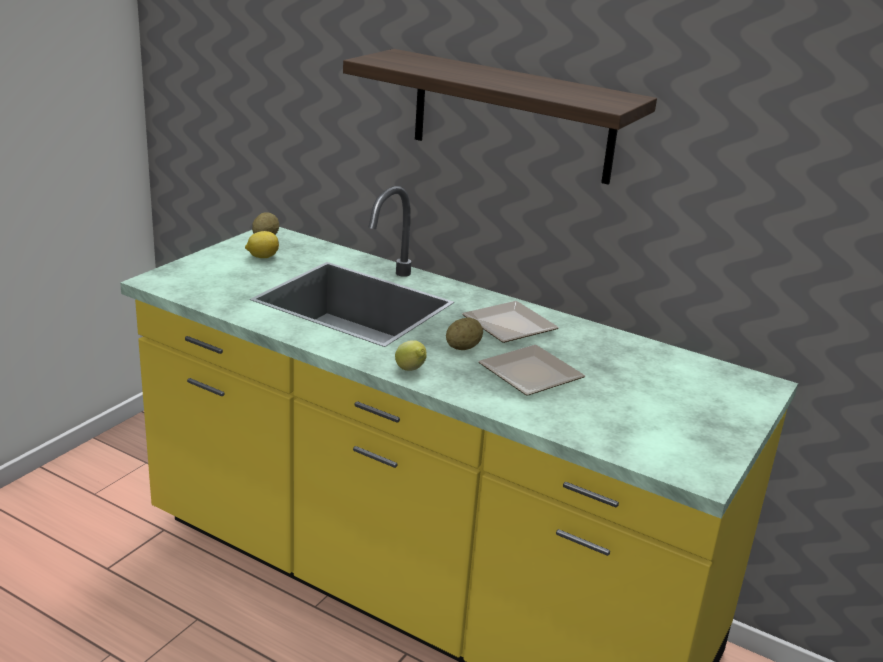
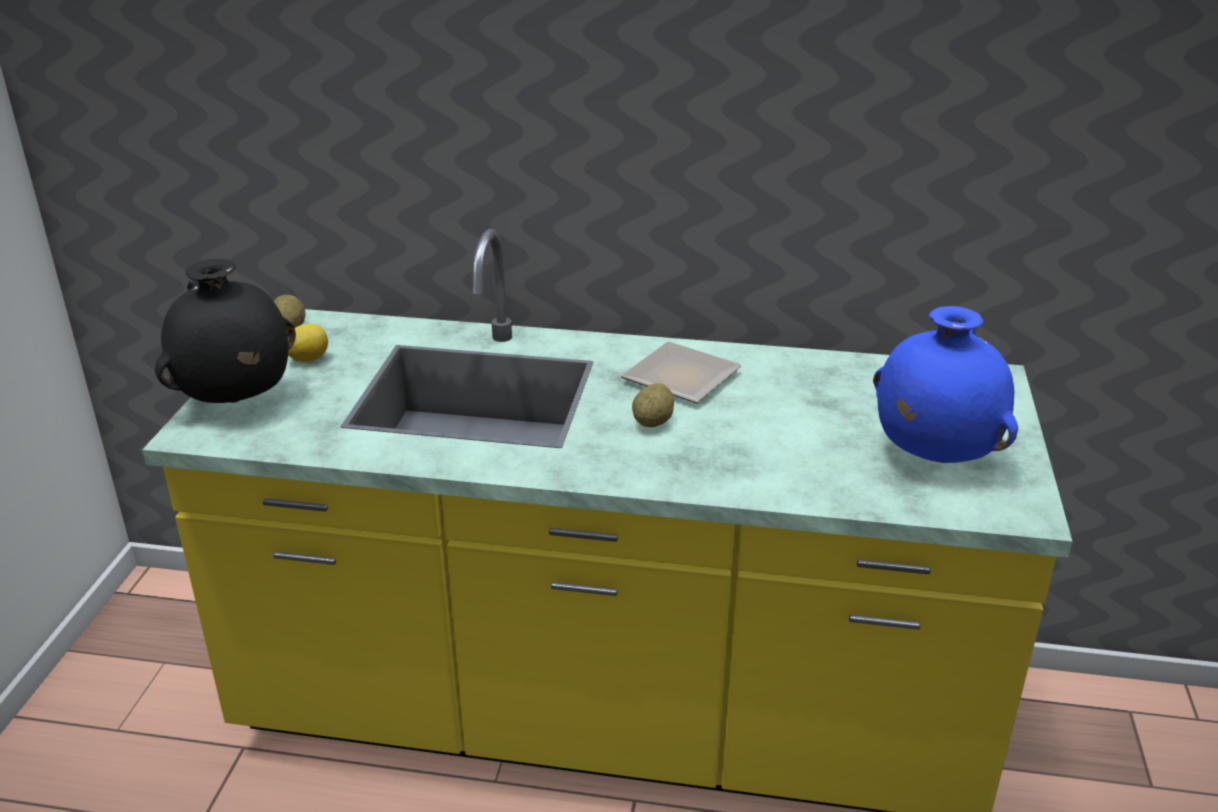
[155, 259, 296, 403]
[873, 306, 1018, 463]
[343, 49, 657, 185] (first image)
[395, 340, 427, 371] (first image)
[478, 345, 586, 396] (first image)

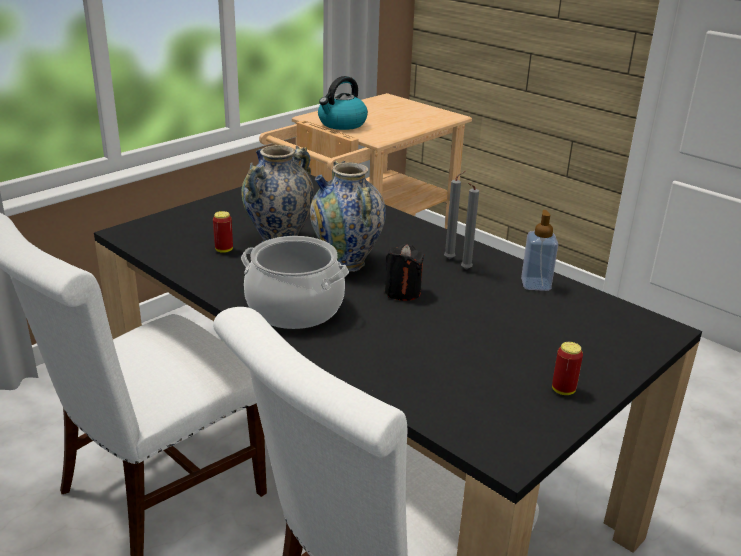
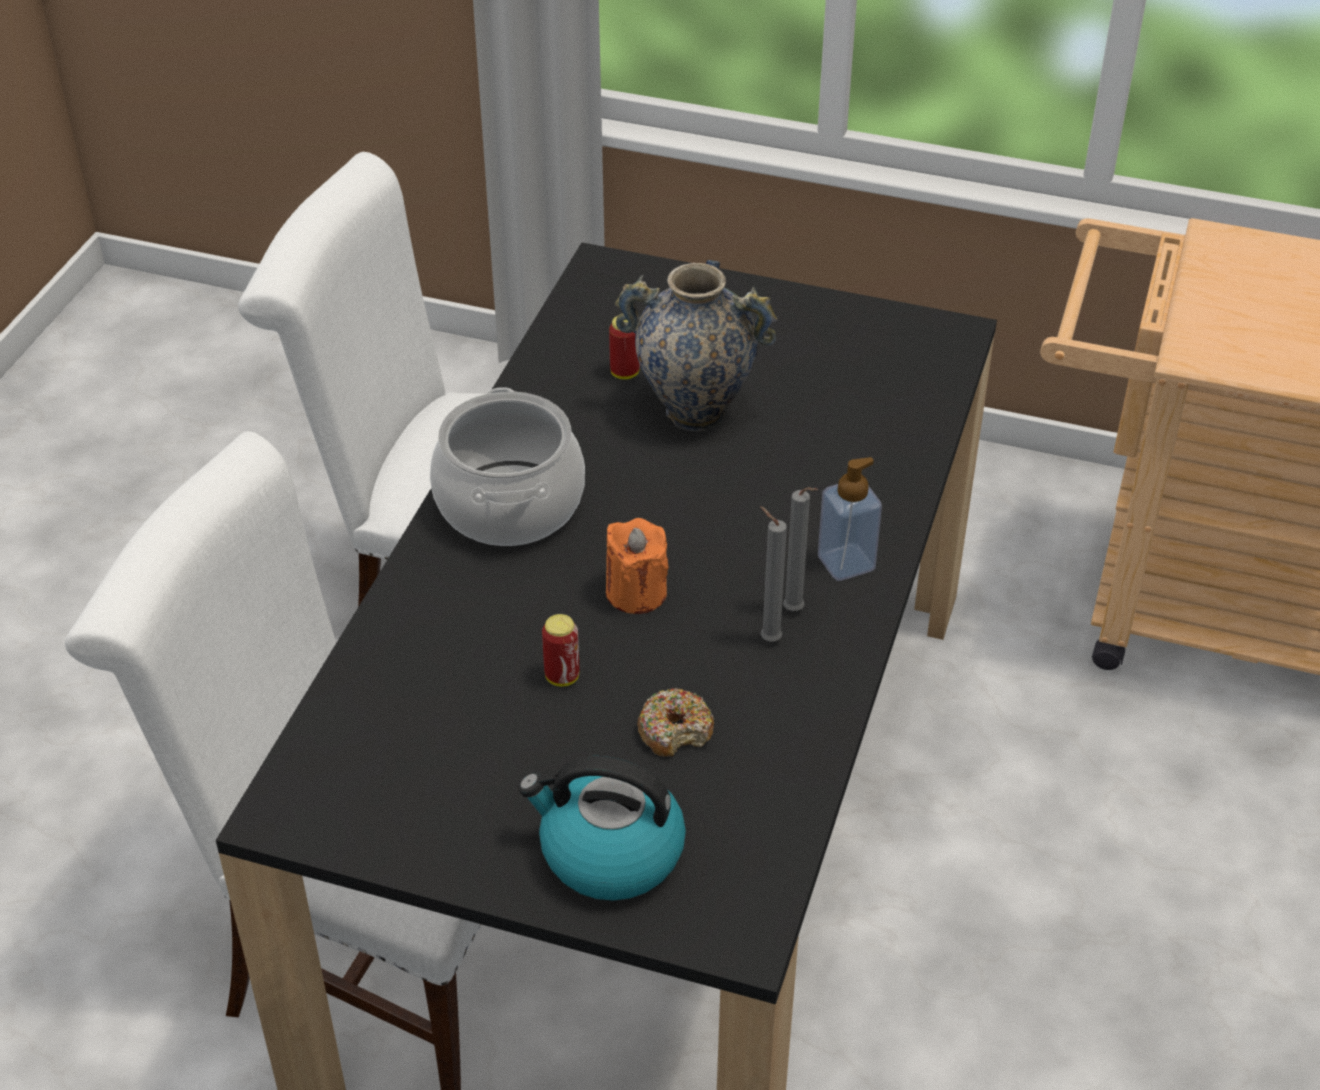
[519, 756, 686, 900]
[542, 614, 579, 687]
[606, 518, 669, 614]
[637, 688, 714, 757]
[818, 457, 882, 581]
[310, 161, 386, 272] (first image)

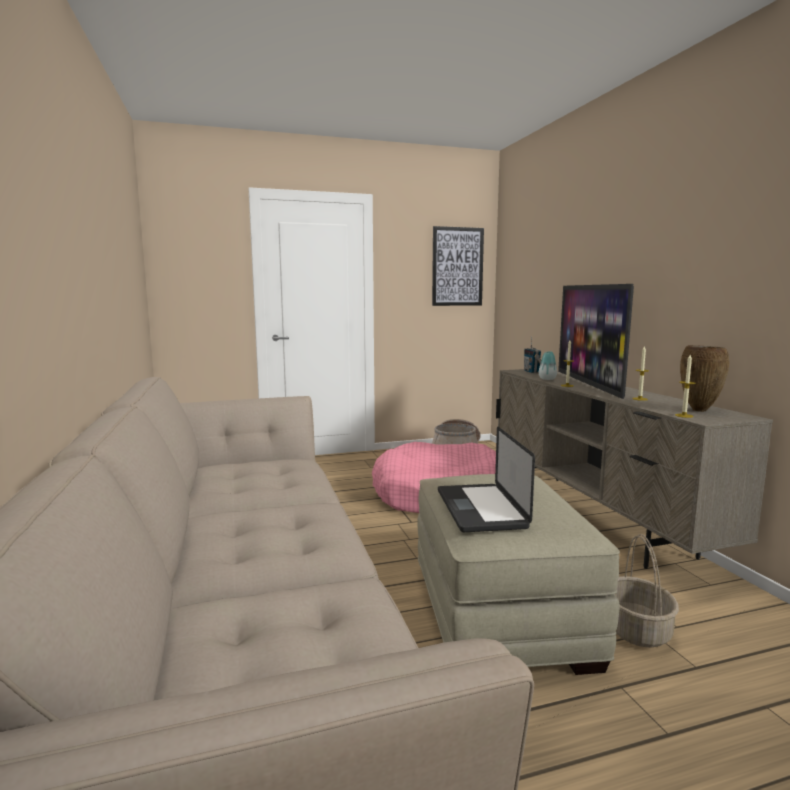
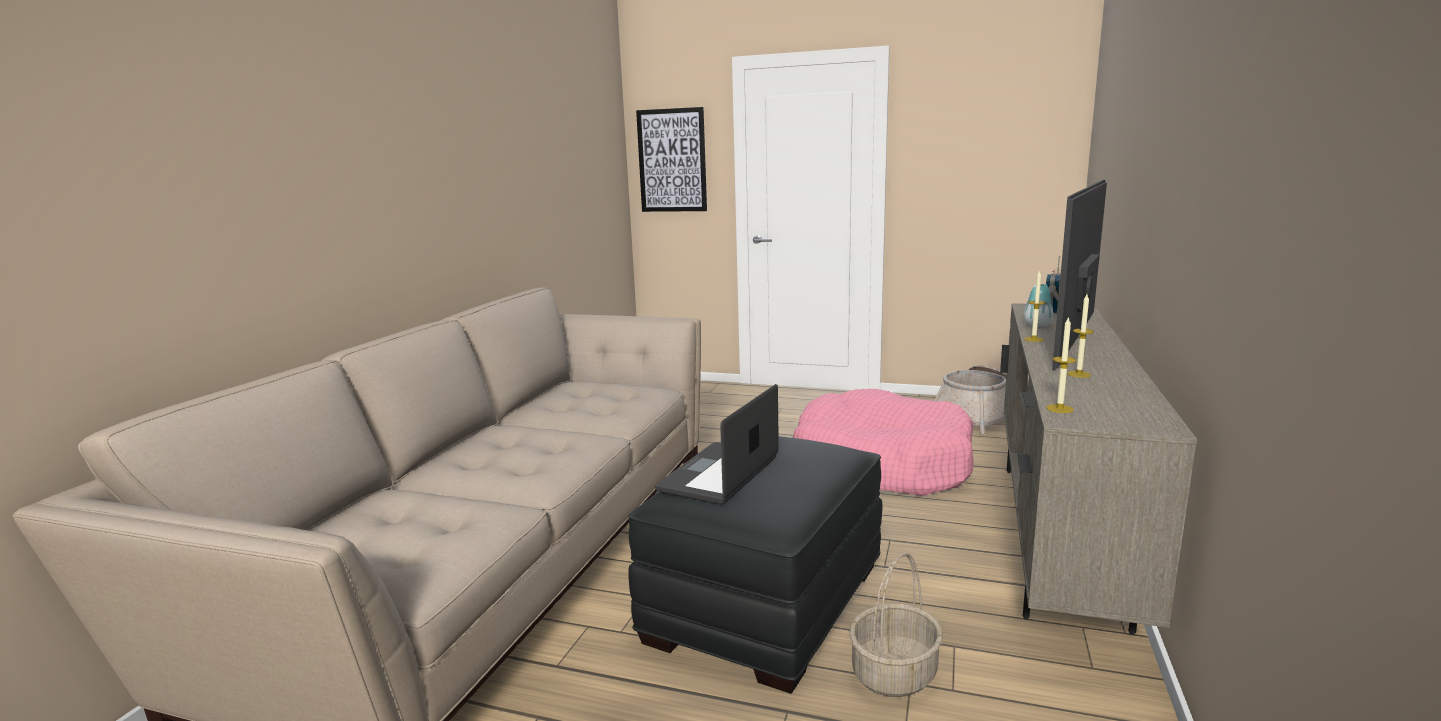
[628, 436, 882, 694]
[636, 107, 707, 212]
[680, 345, 729, 412] (first image)

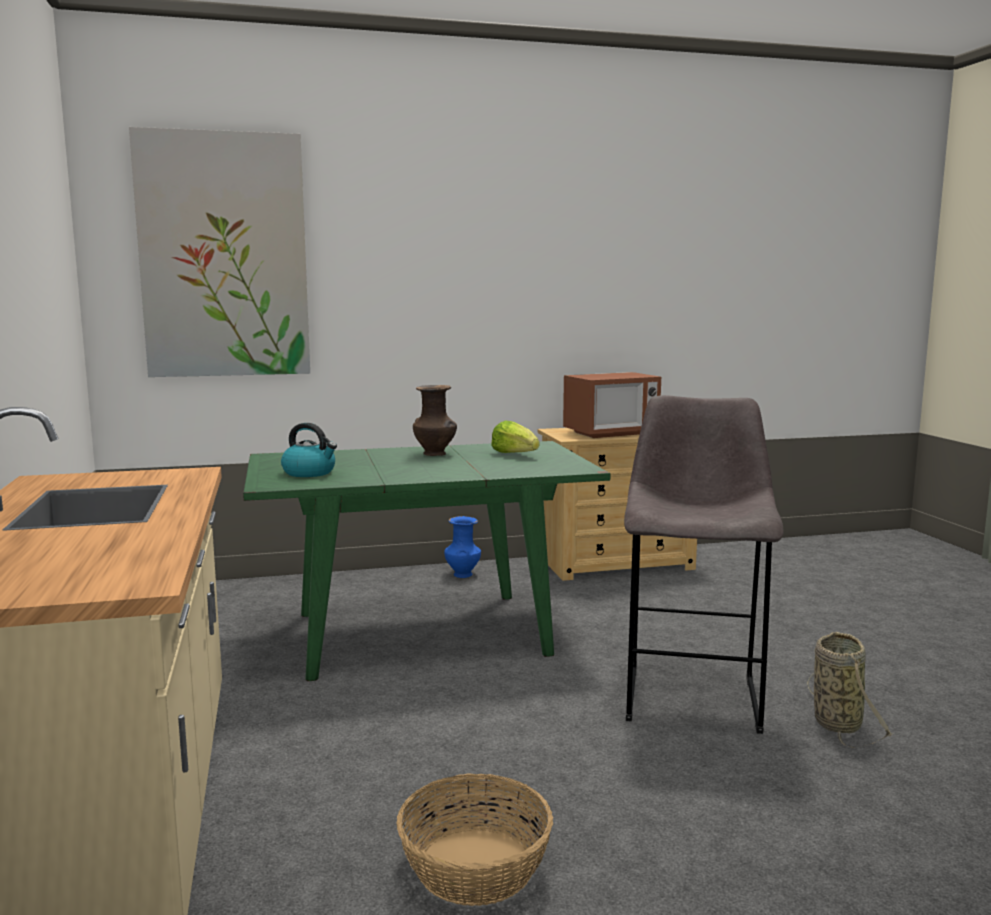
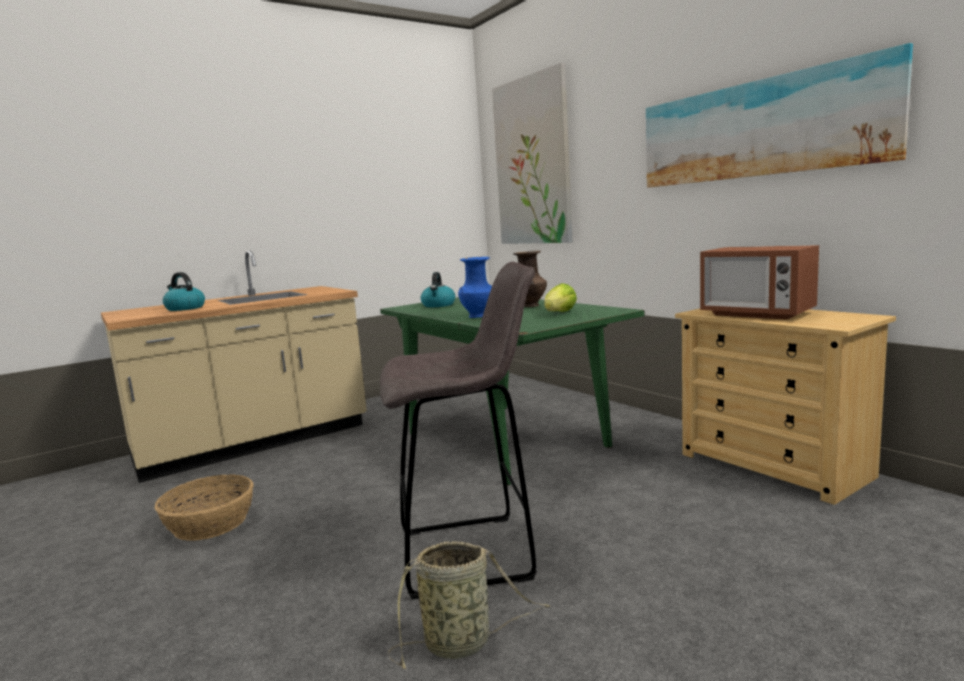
[163, 272, 205, 311]
[458, 257, 492, 318]
[646, 43, 913, 188]

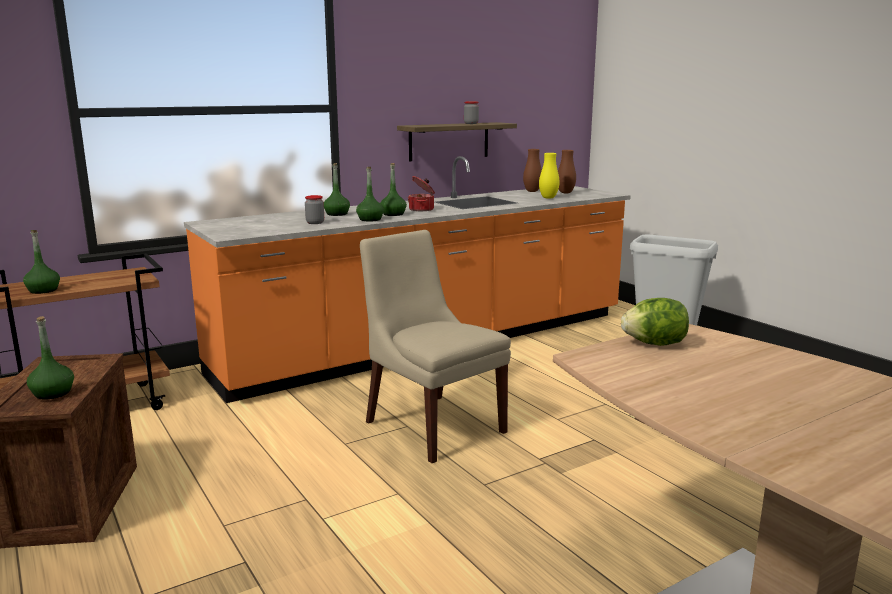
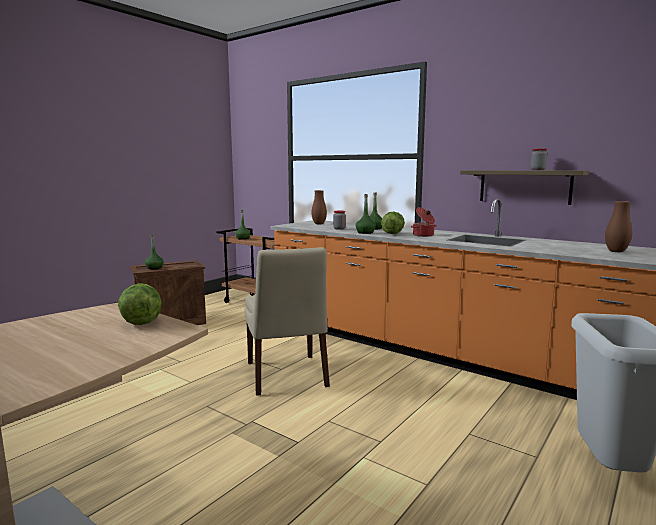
[244, 247, 330, 396]
[311, 190, 327, 224]
[381, 212, 405, 234]
[539, 153, 560, 199] (first image)

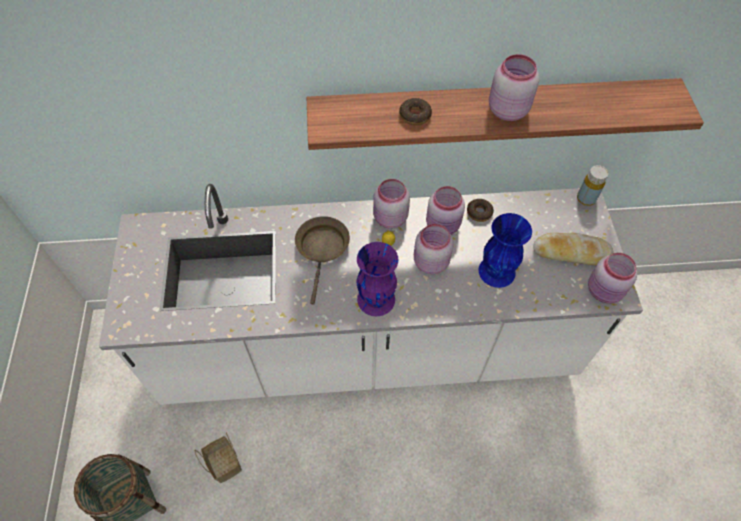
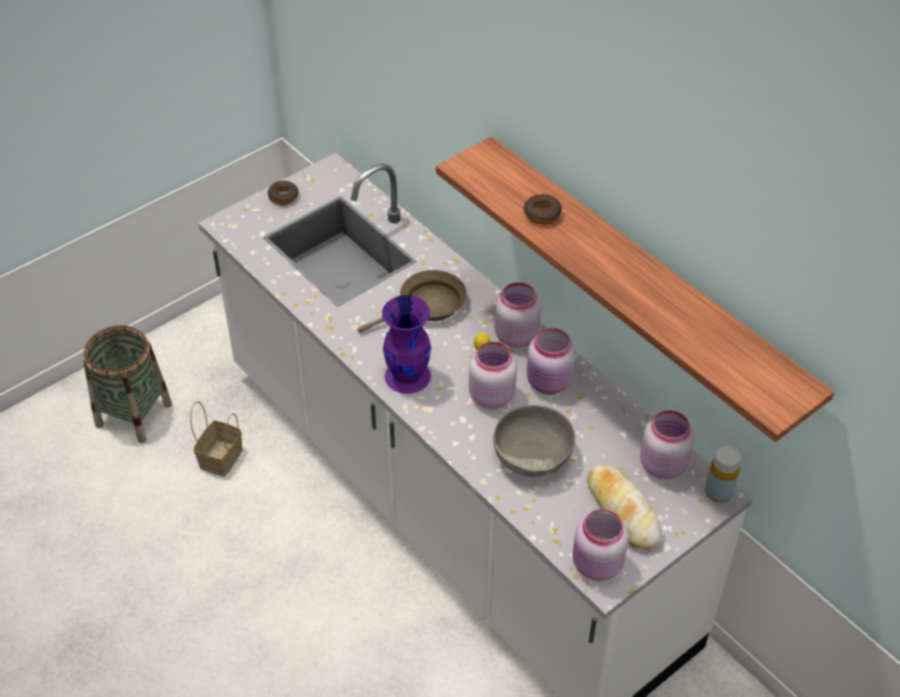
[268, 181, 299, 205]
[493, 405, 575, 477]
[640, 410, 694, 479]

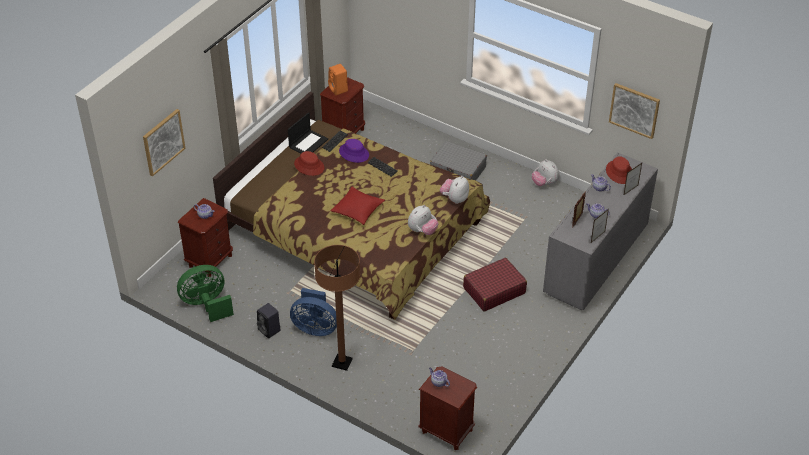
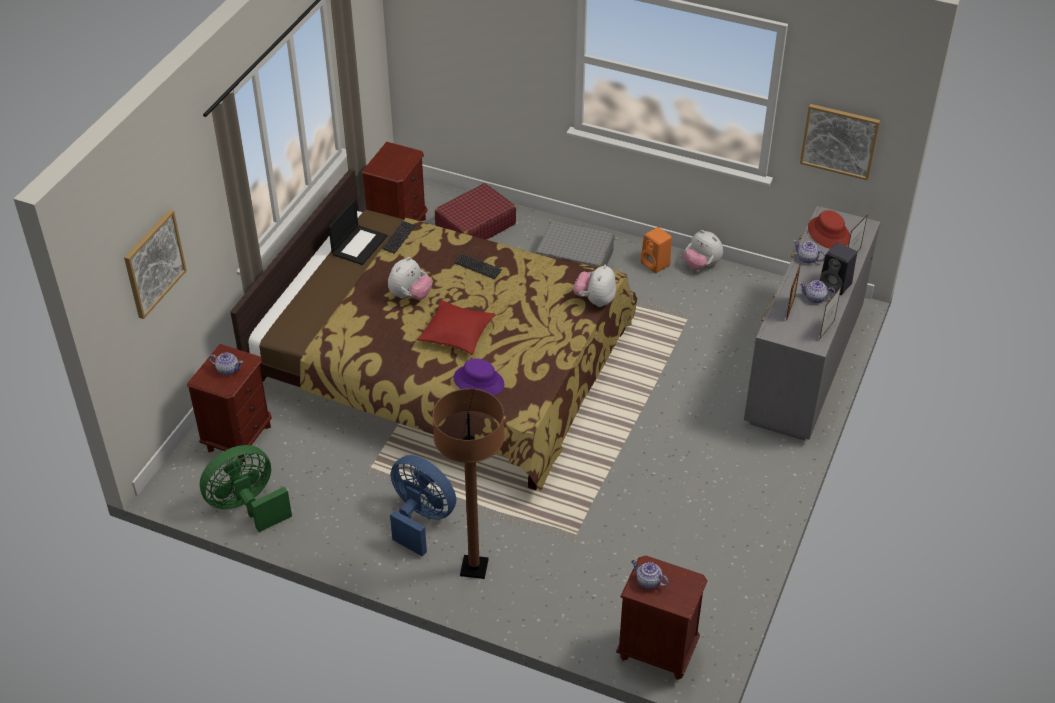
[388, 257, 432, 300]
[390, 455, 456, 557]
[435, 183, 516, 240]
[453, 358, 504, 396]
[641, 227, 672, 273]
[820, 243, 857, 295]
[294, 151, 324, 176] (first image)

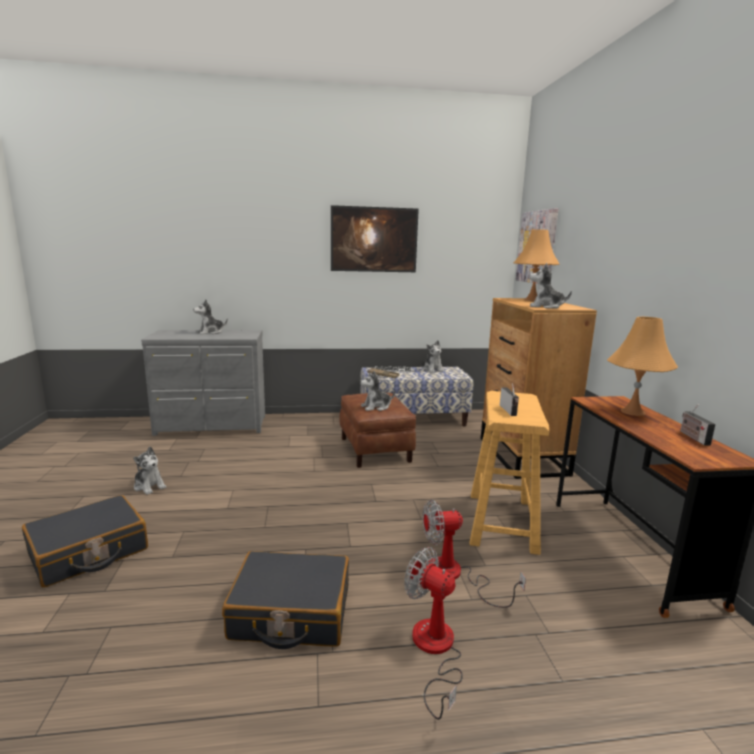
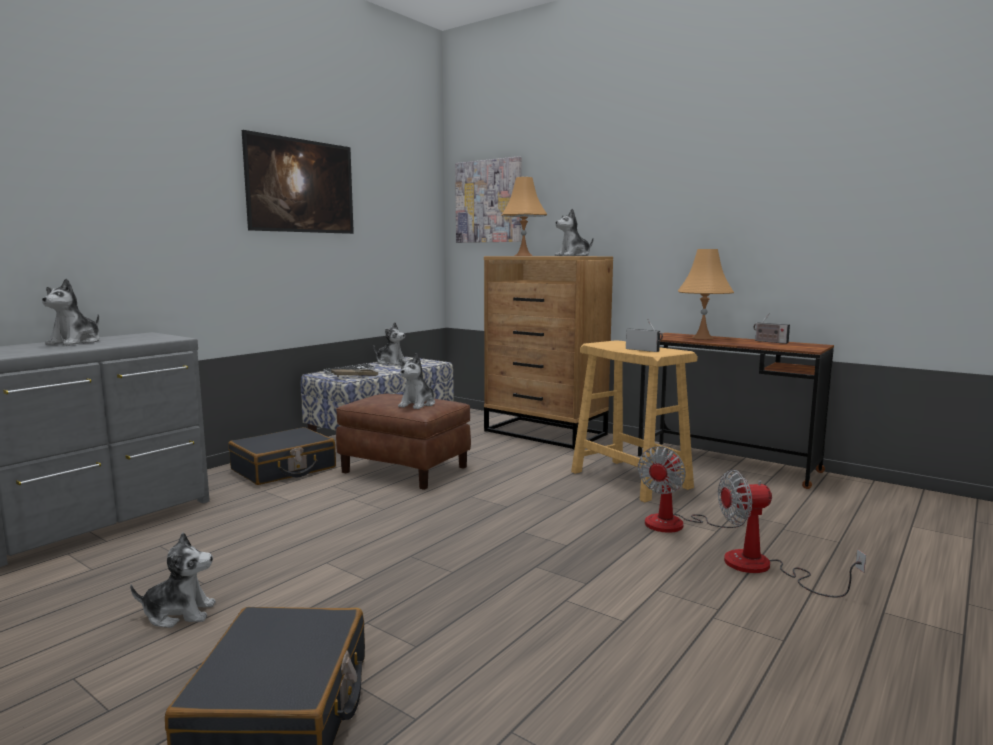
[228, 427, 336, 485]

